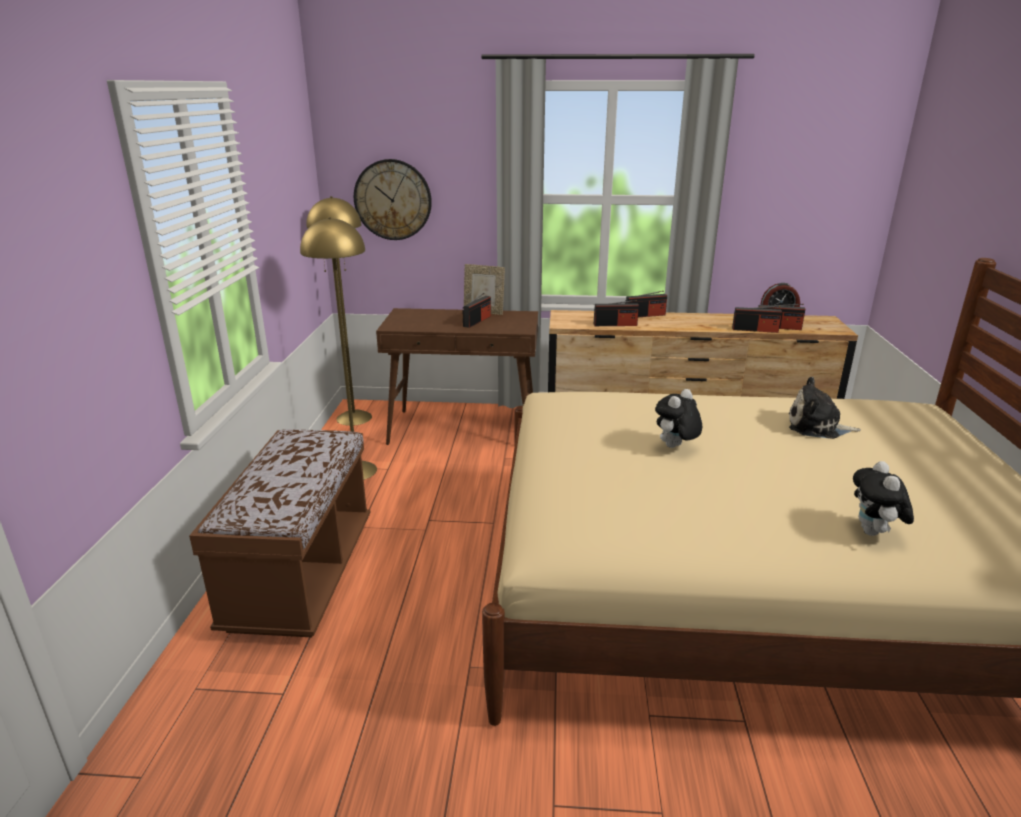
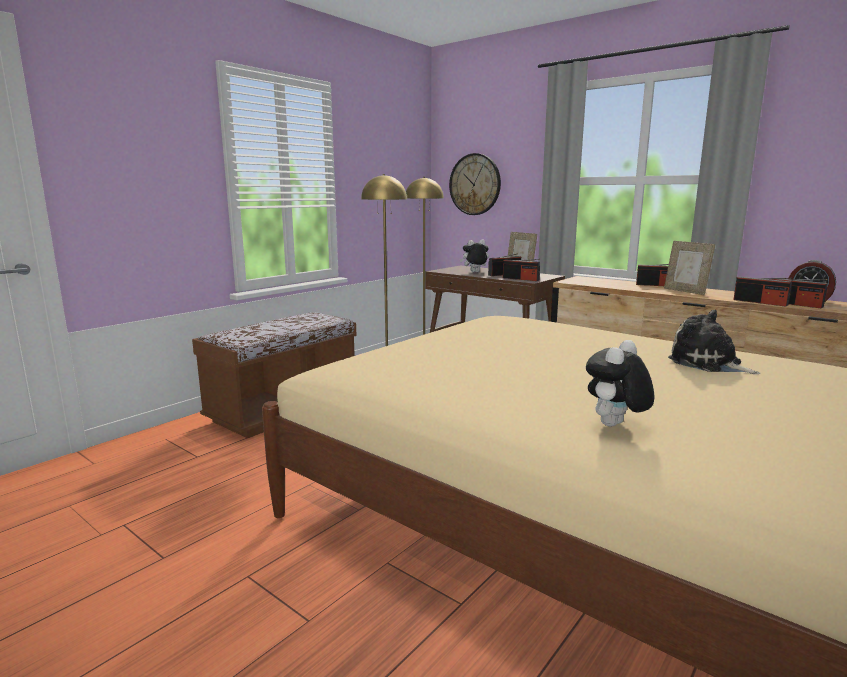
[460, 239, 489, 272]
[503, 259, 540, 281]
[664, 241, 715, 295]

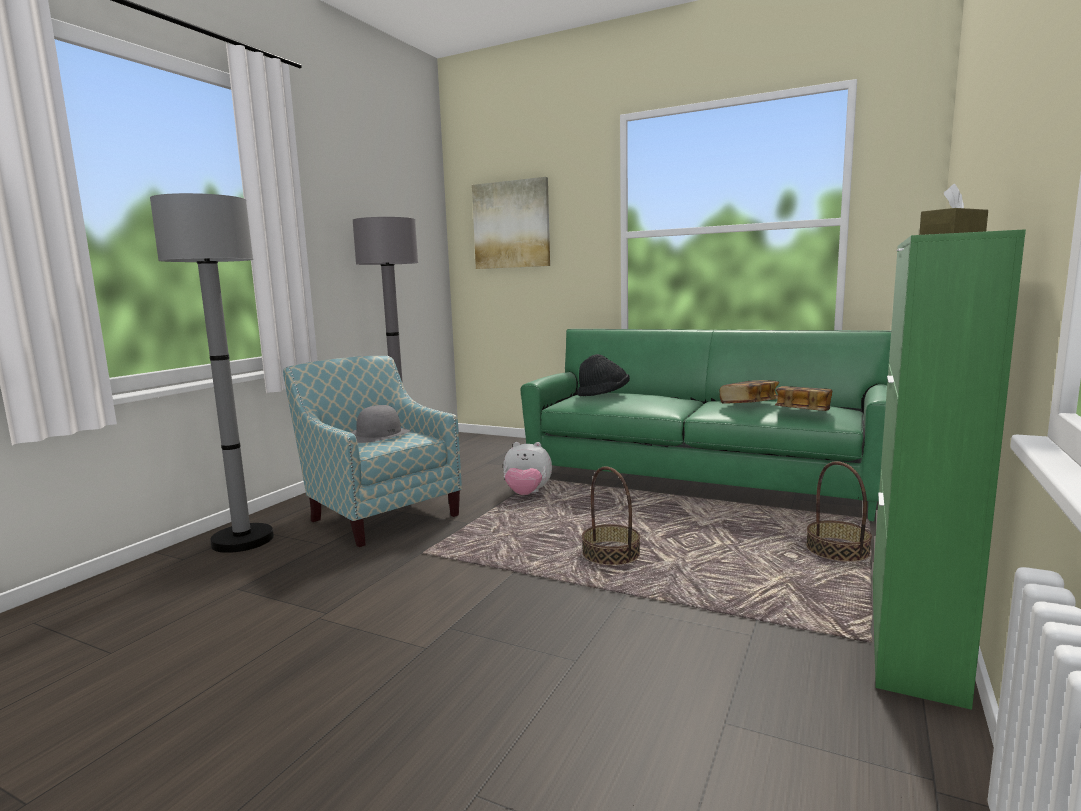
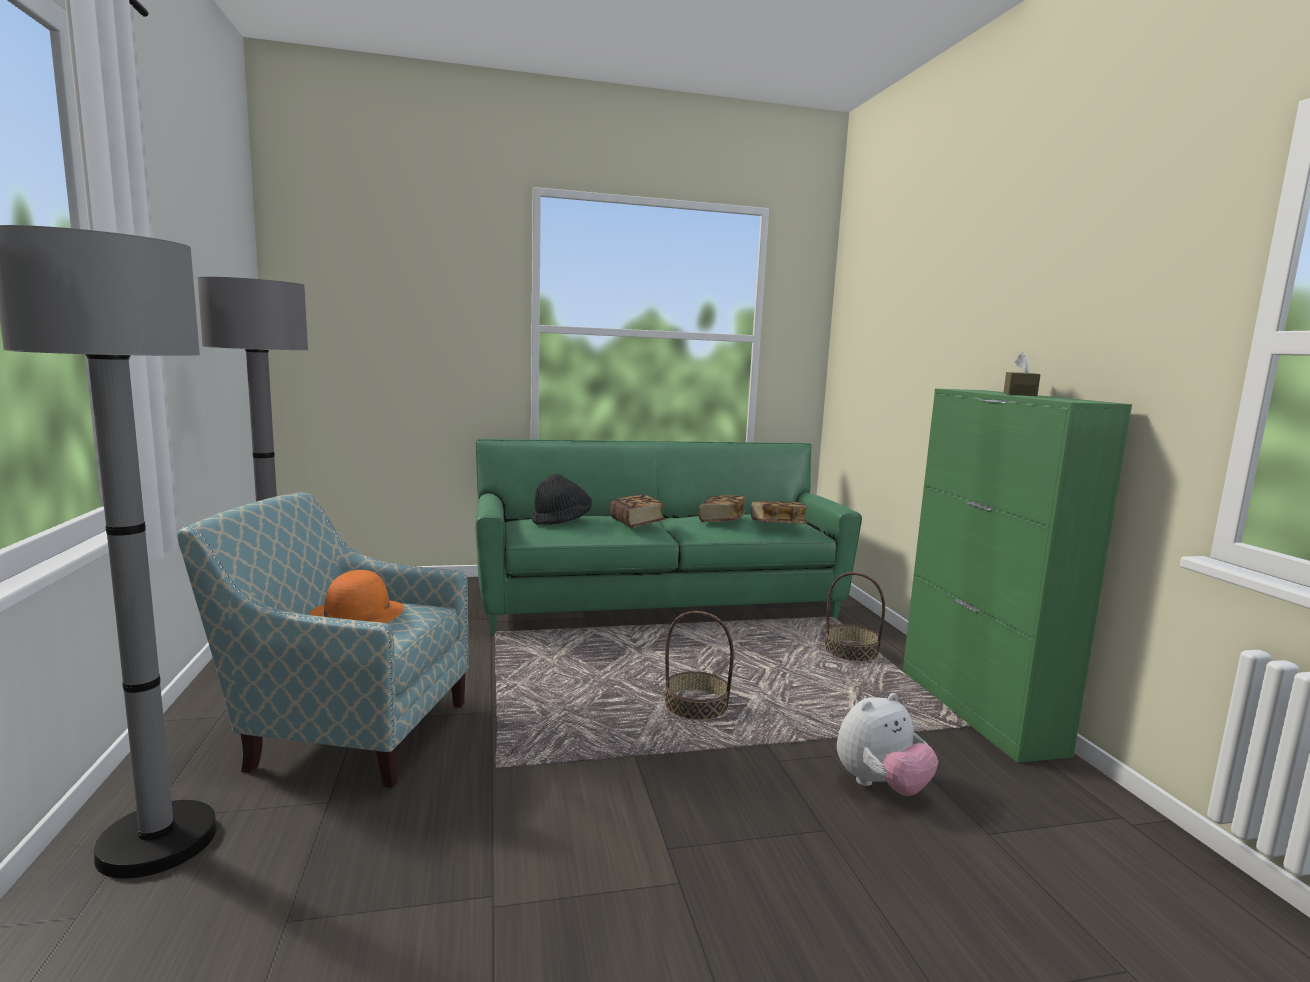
[309, 570, 404, 624]
[610, 494, 665, 528]
[837, 693, 938, 796]
[472, 177, 550, 269] (first image)

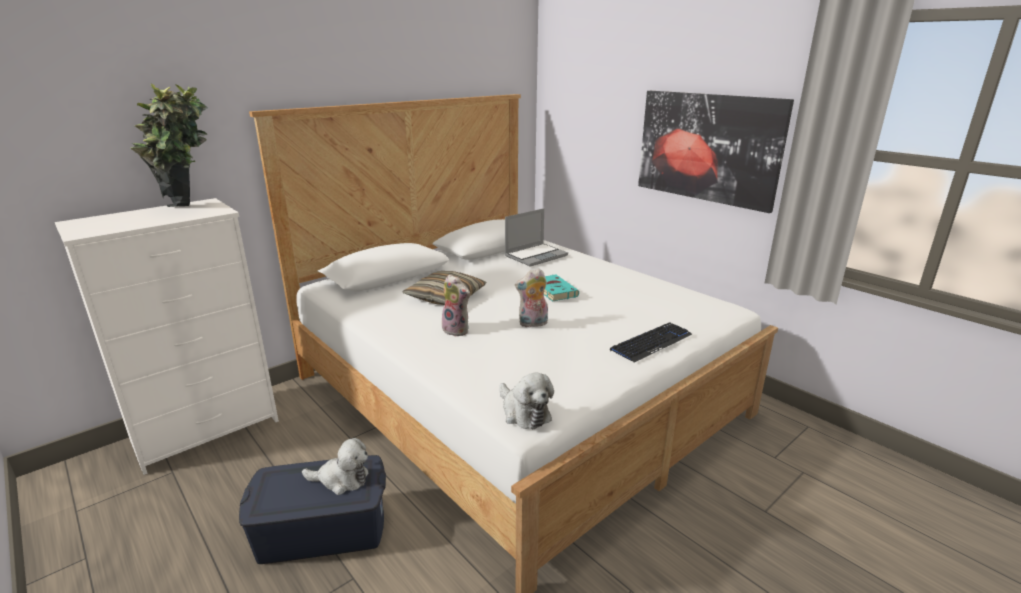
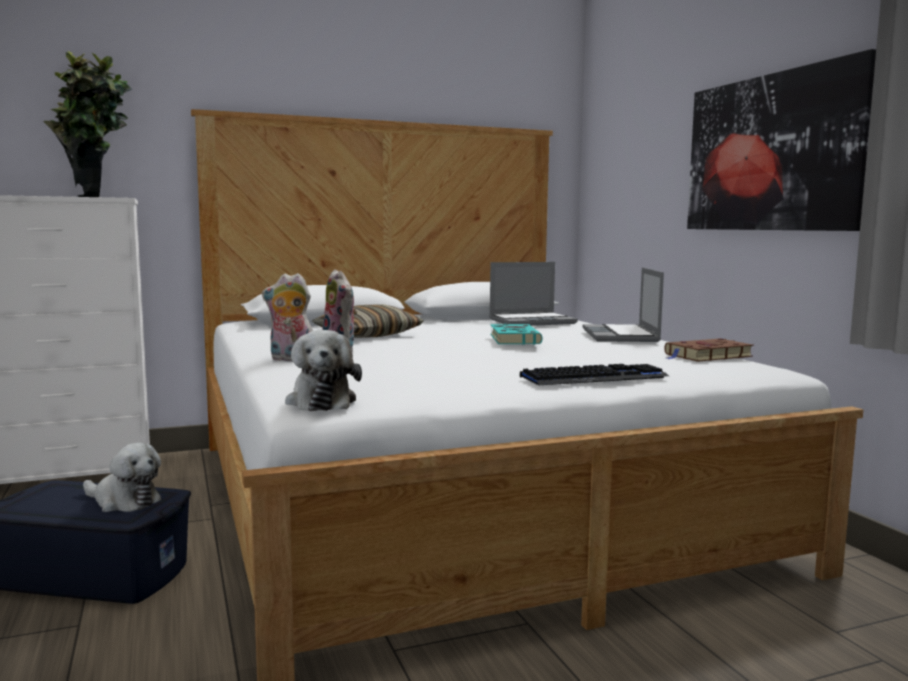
[262, 273, 313, 361]
[583, 267, 664, 342]
[664, 338, 754, 362]

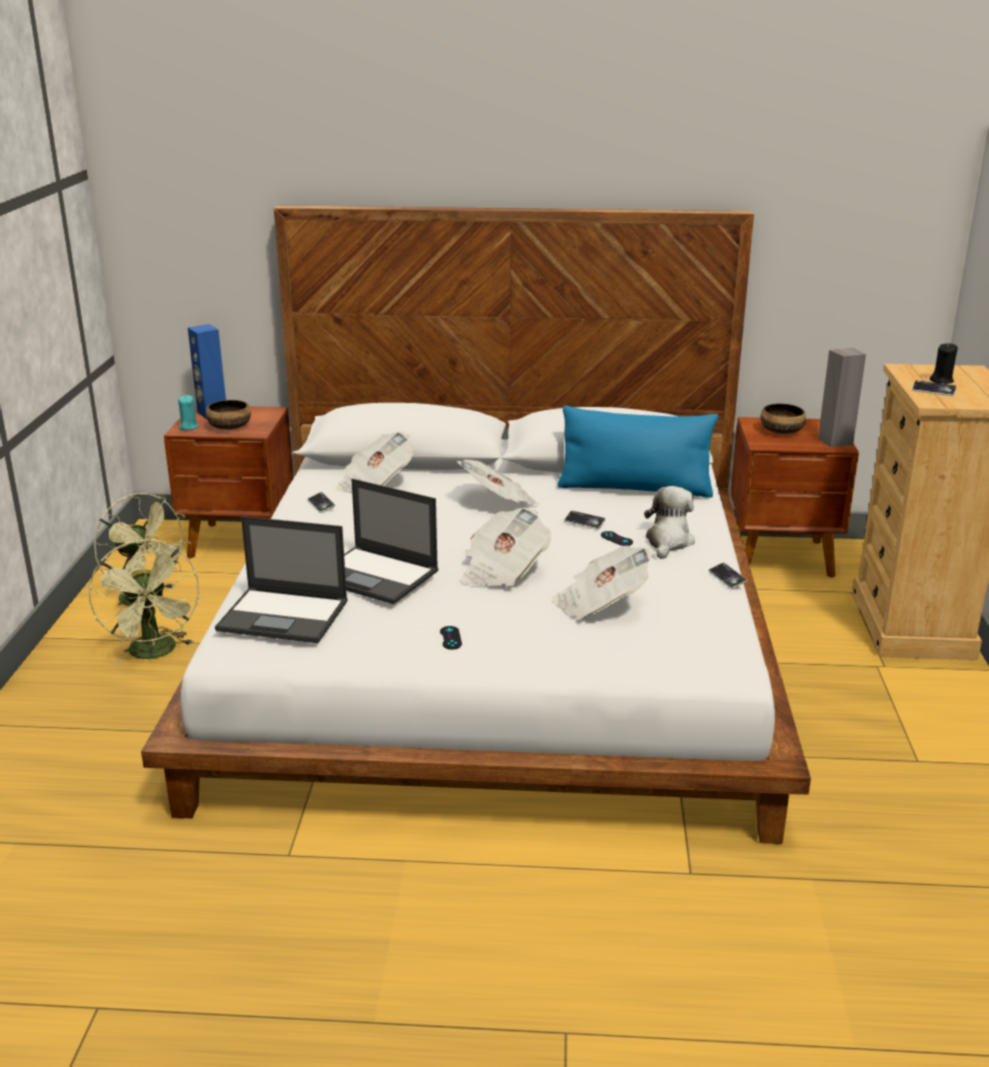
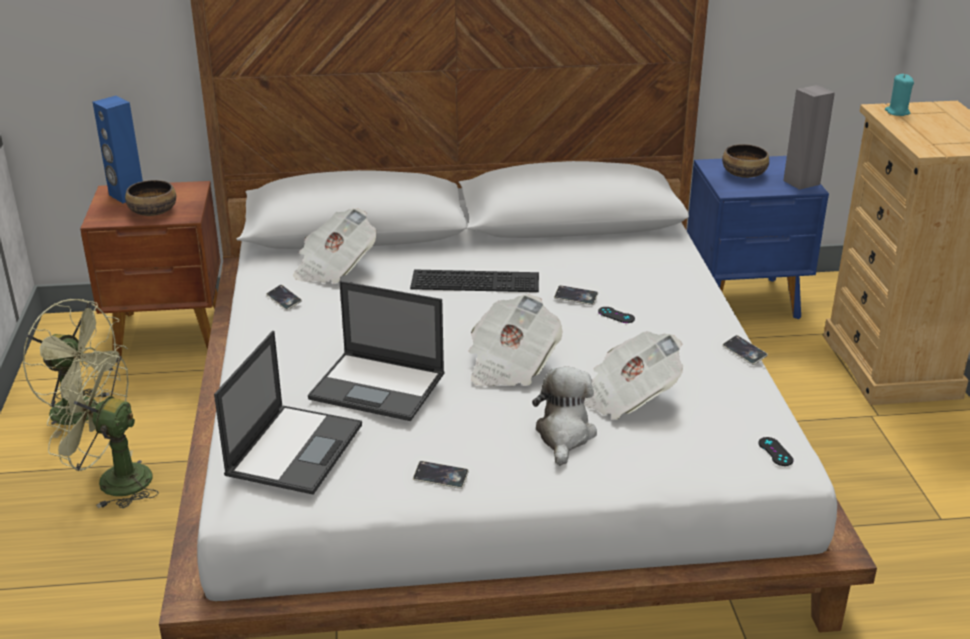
[47, 351, 159, 508]
[214, 331, 362, 495]
[410, 269, 539, 292]
[413, 461, 469, 489]
[532, 366, 597, 466]
[687, 156, 829, 319]
[758, 437, 794, 466]
[885, 74, 914, 116]
[558, 406, 719, 498] (first image)
[930, 343, 958, 384] (first image)

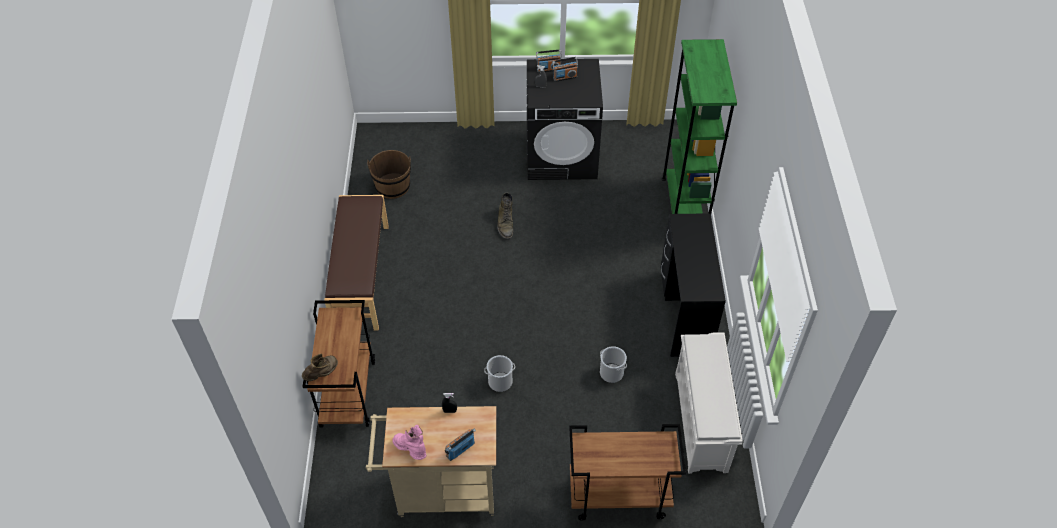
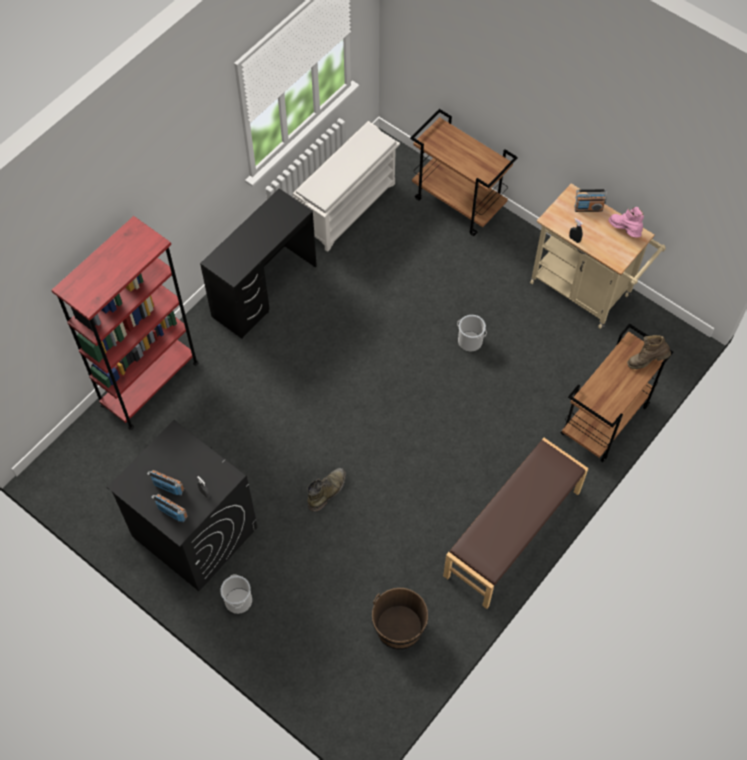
[51, 216, 198, 430]
[220, 574, 252, 614]
[608, 207, 644, 238]

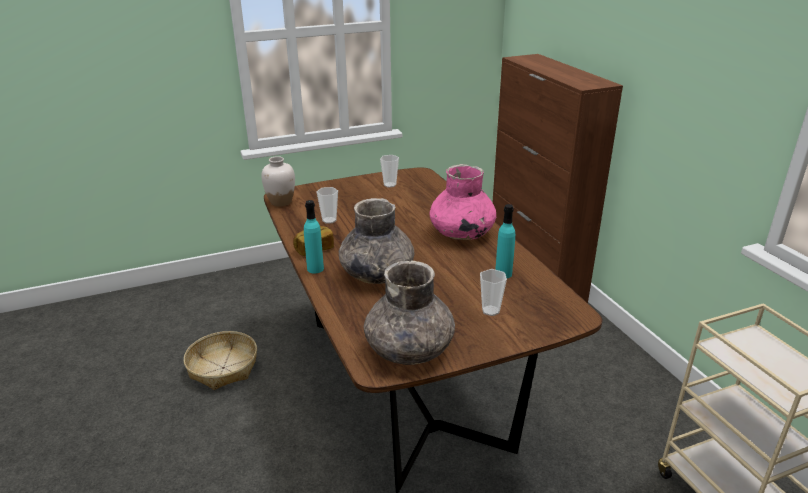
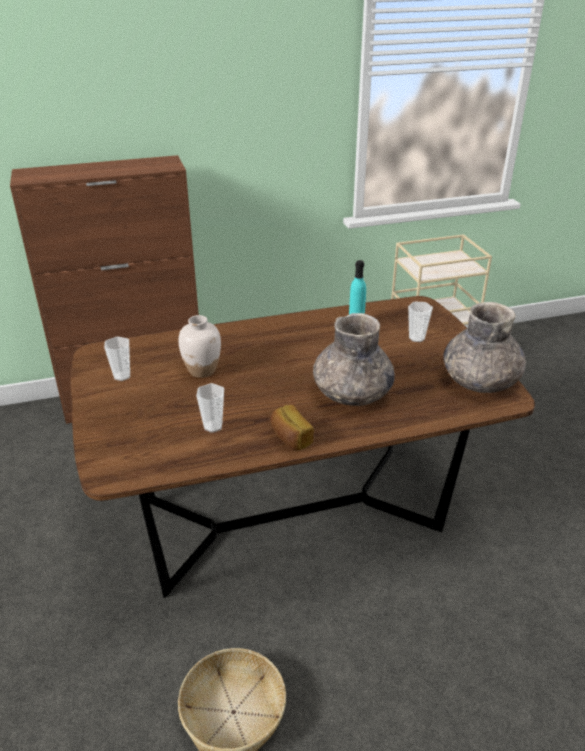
[178, 315, 221, 378]
[304, 200, 324, 273] (first image)
[429, 164, 496, 240] (first image)

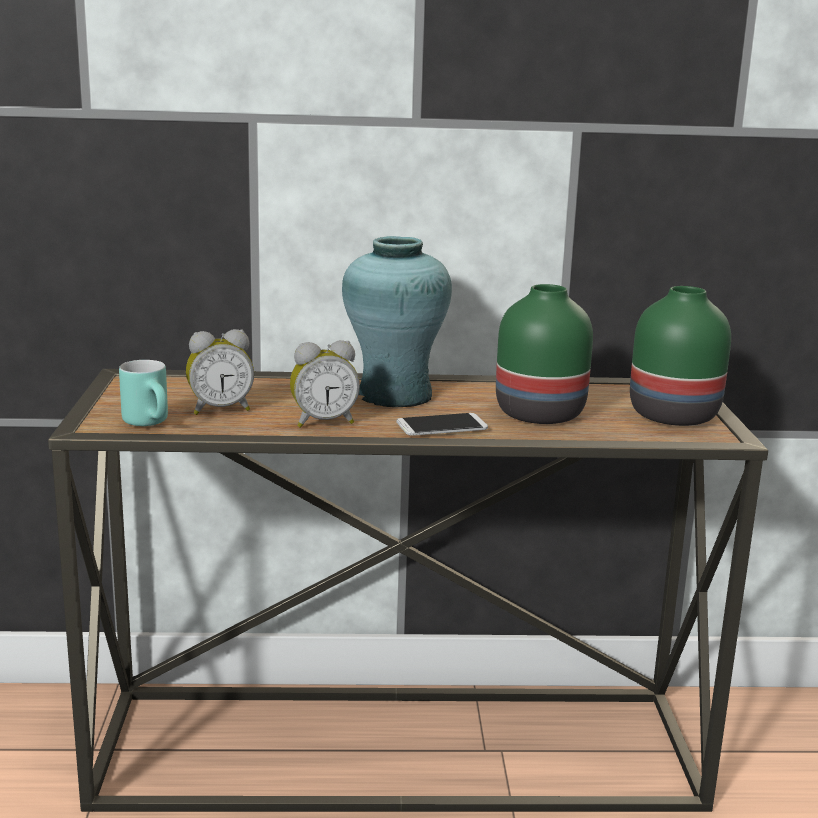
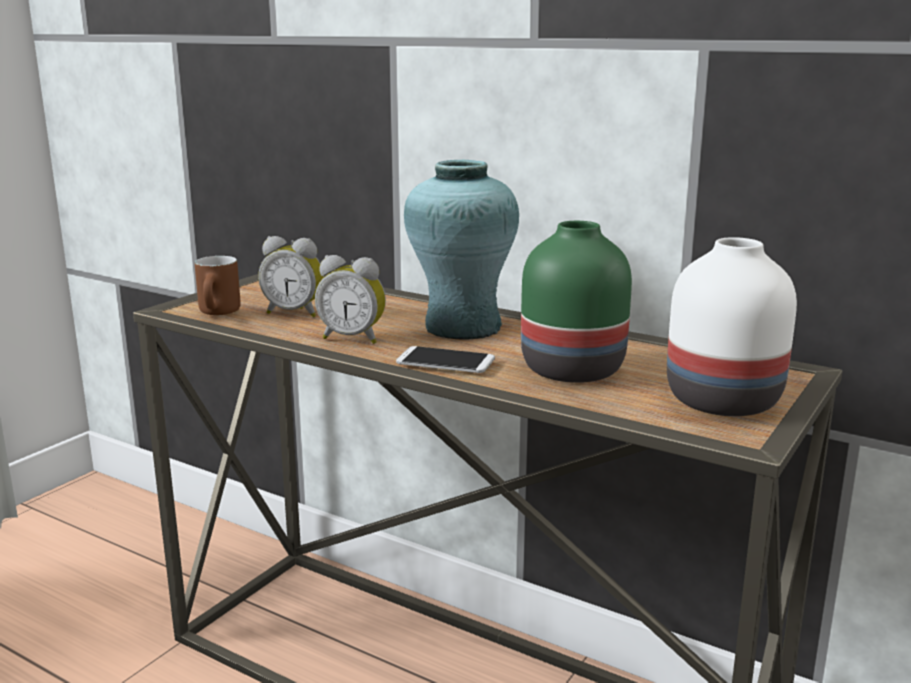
[195, 256, 241, 315]
[667, 237, 797, 416]

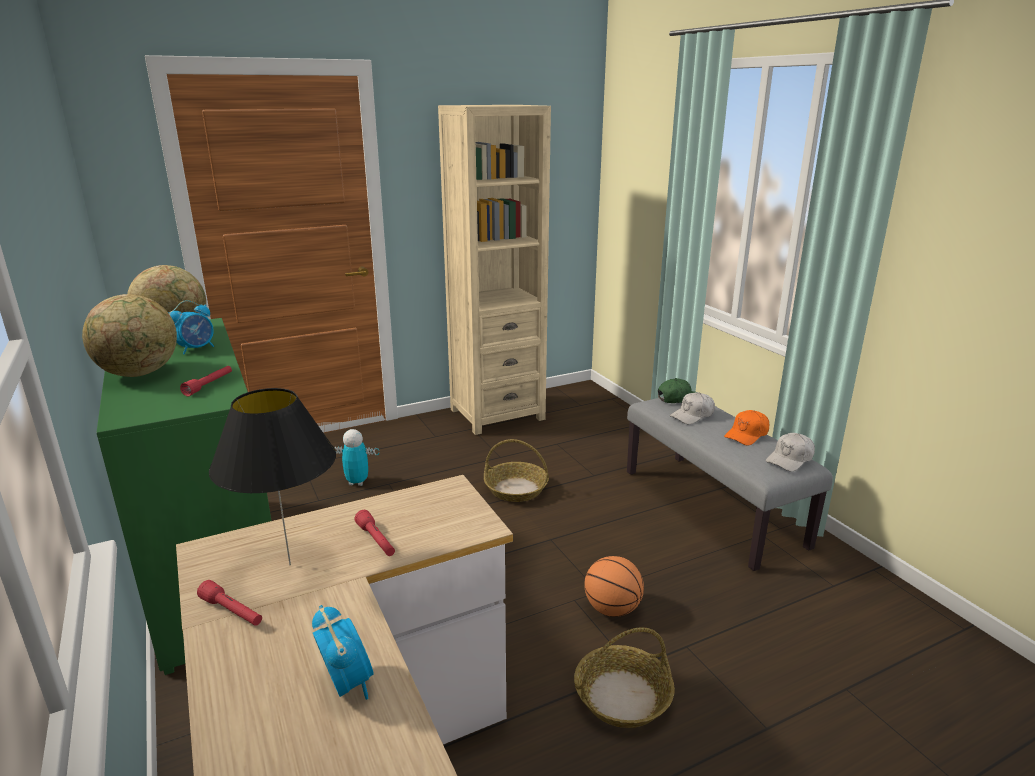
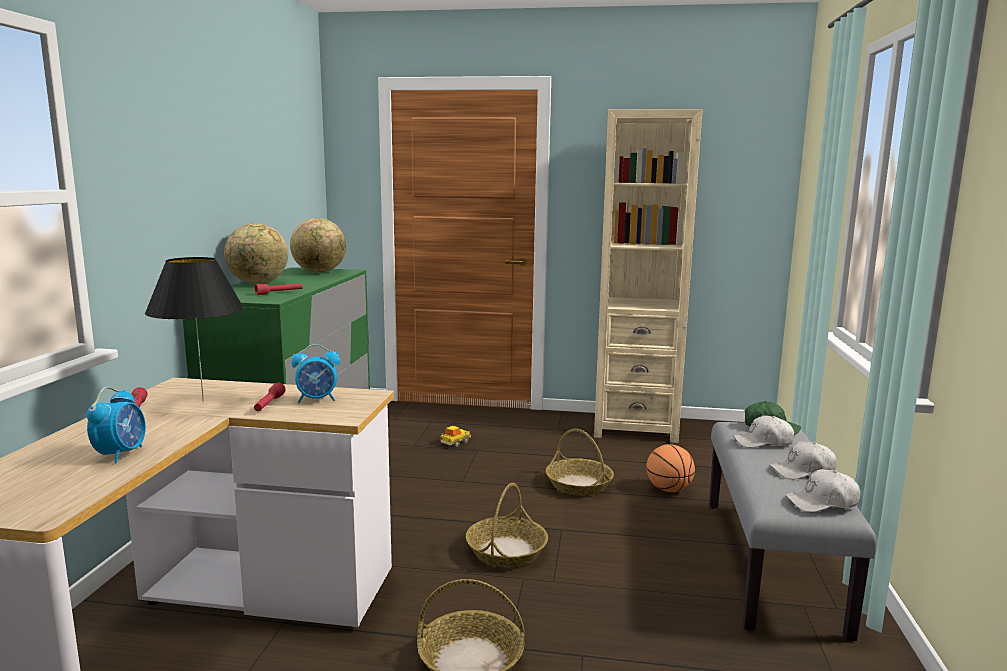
[291, 344, 340, 403]
[440, 426, 471, 447]
[466, 483, 548, 567]
[646, 444, 695, 492]
[769, 441, 837, 479]

